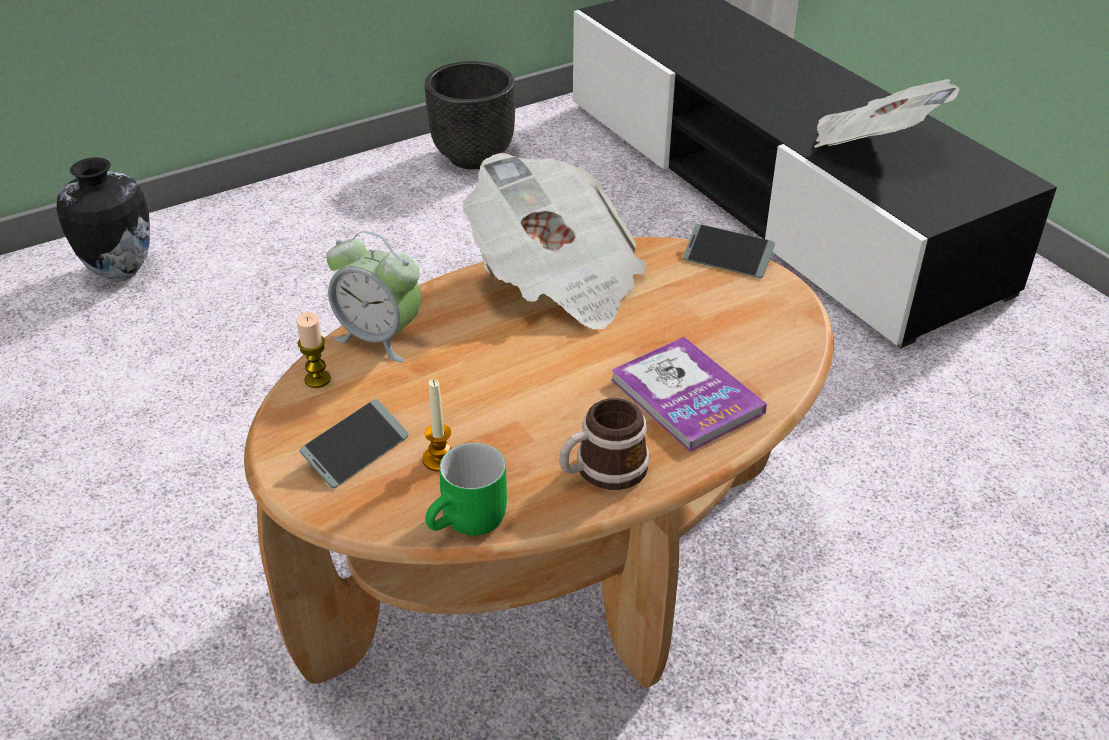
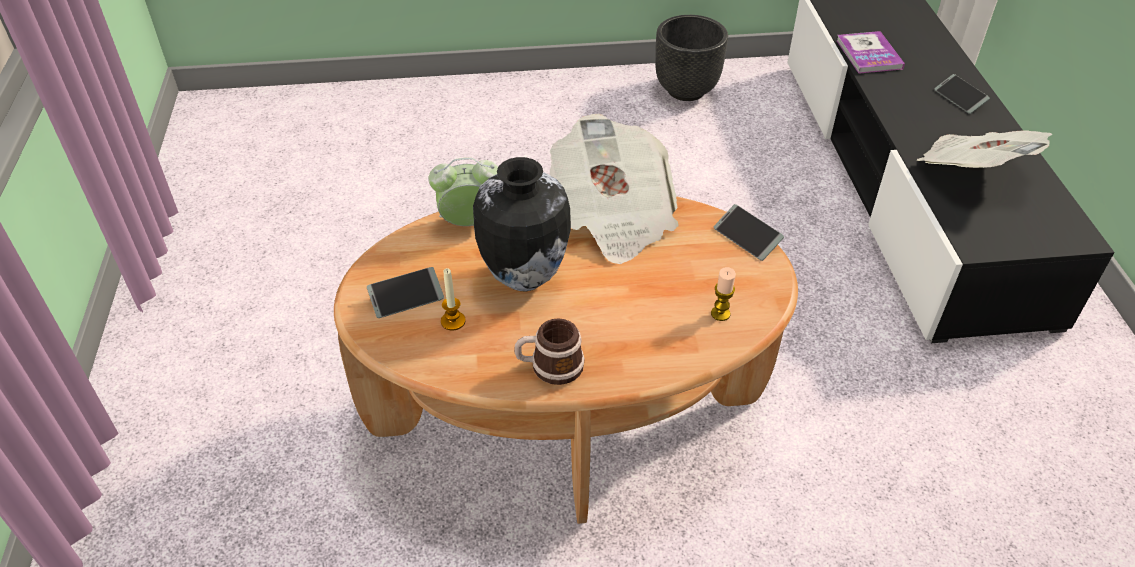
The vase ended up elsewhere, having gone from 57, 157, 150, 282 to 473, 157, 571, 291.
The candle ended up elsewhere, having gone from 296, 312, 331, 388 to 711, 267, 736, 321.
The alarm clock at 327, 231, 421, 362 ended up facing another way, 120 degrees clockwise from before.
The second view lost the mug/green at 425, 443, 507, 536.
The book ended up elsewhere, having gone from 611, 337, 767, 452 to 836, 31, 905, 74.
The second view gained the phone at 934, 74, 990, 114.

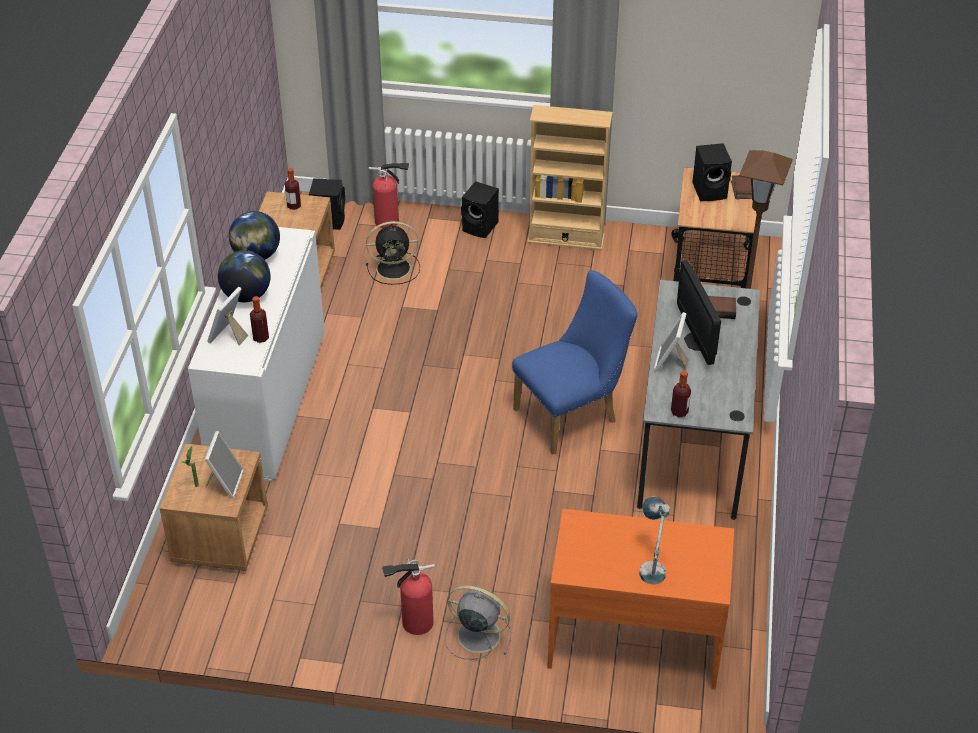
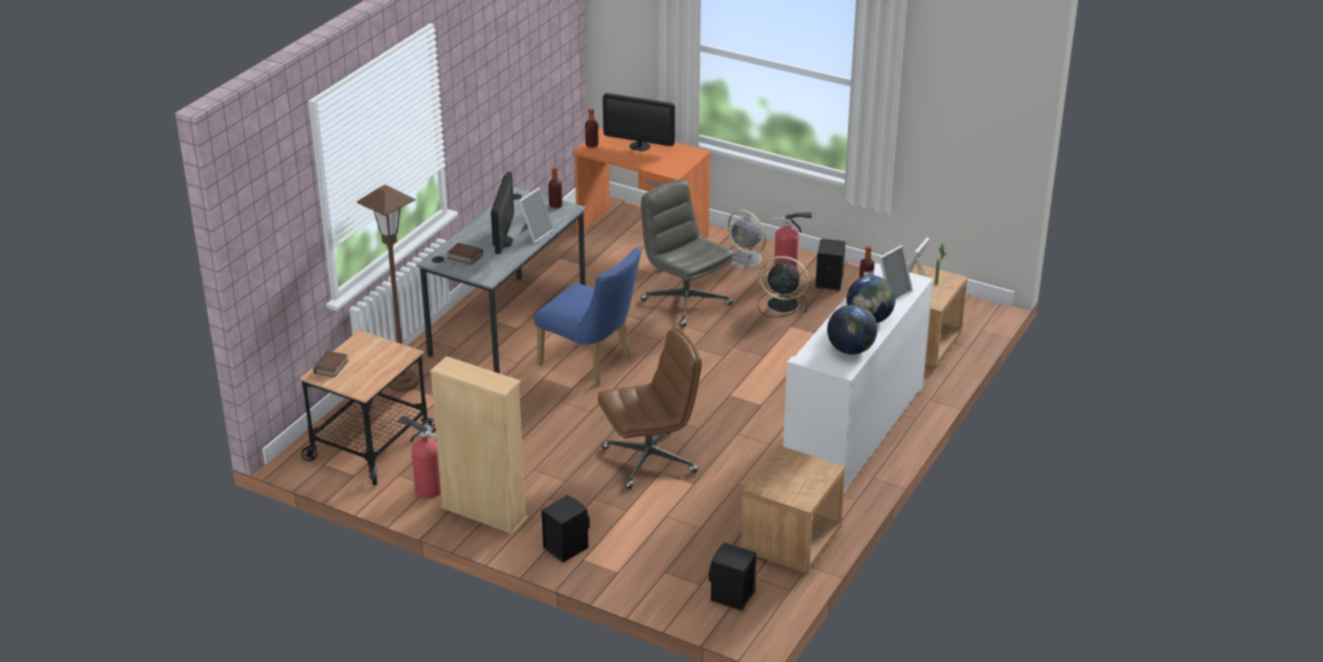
The bottle ended up elsewhere, having gone from 285, 168, 301, 210 to 585, 108, 599, 148.
The fan/black ended up elsewhere, having gone from 366, 221, 420, 285 to 757, 256, 809, 317.
The fire extinguisher ended up elsewhere, having gone from 369, 162, 409, 228 to 397, 416, 441, 499.
The chair/blue at 512, 270, 638, 454 ended up facing another way, 135 degrees counterclockwise from before.
Where the table lamp stood at 639, 496, 670, 585, the monitor came to stand at 603, 93, 675, 151.
The speaker/black ended up elsewhere, having gone from 692, 143, 732, 201 to 815, 239, 845, 291.
The second view gained the office chair/brown at 598, 328, 702, 489.
The second view gained the office chair/grey at 640, 179, 735, 327.

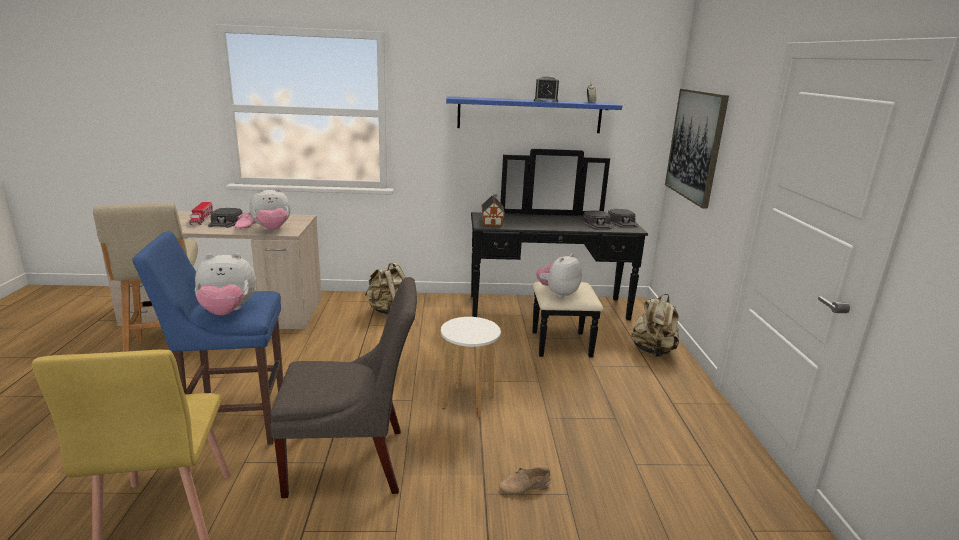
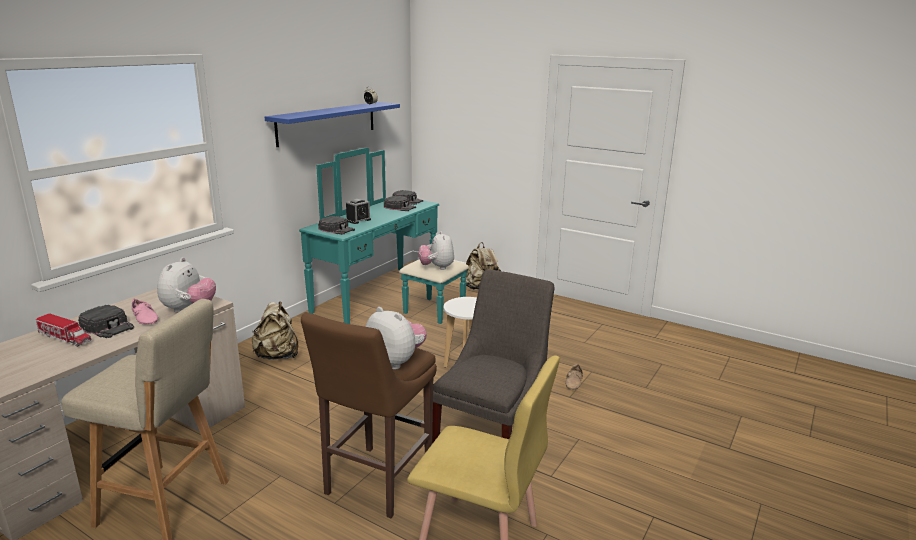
What was the stool/blue at 133, 231, 283, 445 turned into the stool/brown at 301, 313, 437, 518.
The plush toy at 195, 253, 256, 316 ended up facing another way, 75 degrees counterclockwise from before.
What was the dresser/black at 471, 149, 648, 358 turned into the dresser/turquoise at 299, 147, 469, 324.
Where the toy house stood at 482, 194, 505, 226, the cap/black came to stand at 318, 216, 355, 235.
The alarm clock ended up elsewhere, having gone from 534, 76, 559, 102 to 346, 199, 371, 224.
The second view lost the picture at 665, 89, 729, 209.

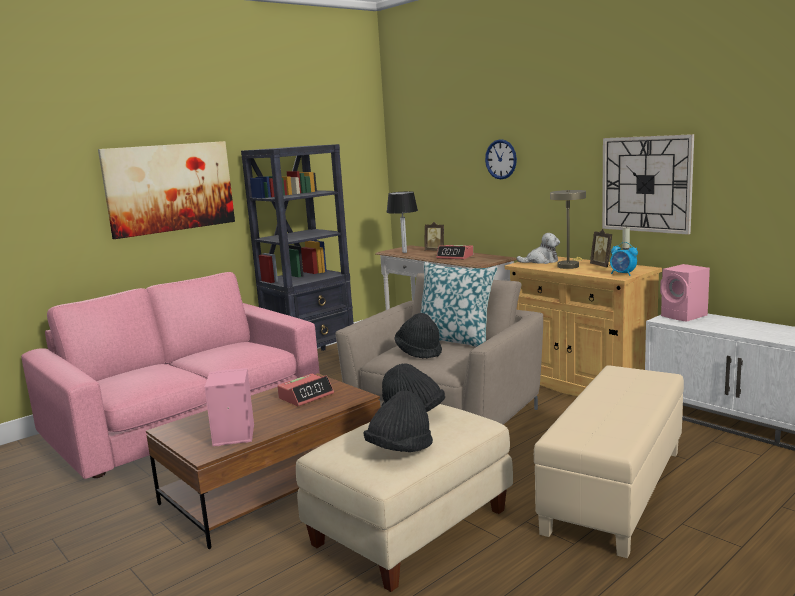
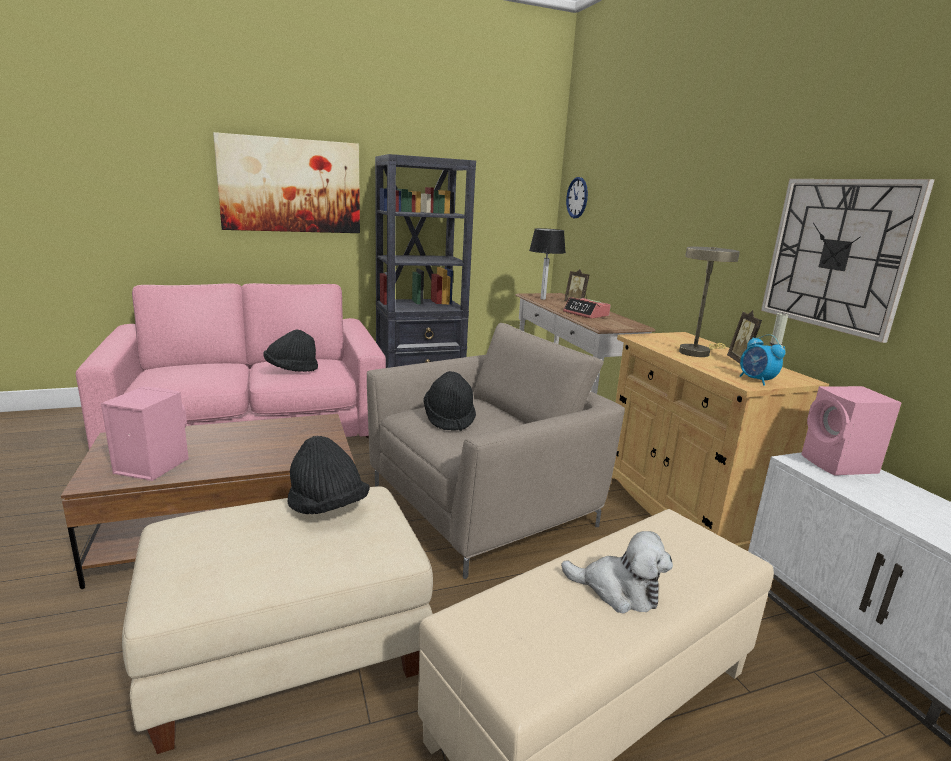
The second view lost the alarm clock at 277, 374, 334, 406.
The hat/black ended up elsewhere, having gone from 363, 390, 433, 452 to 263, 329, 318, 372.
The second view lost the pillow at 420, 262, 498, 347.
The wall clock ended up elsewhere, having gone from 485, 139, 517, 180 to 566, 177, 588, 218.
The plush toy ended up elsewhere, having gone from 516, 233, 560, 264 to 561, 531, 673, 613.

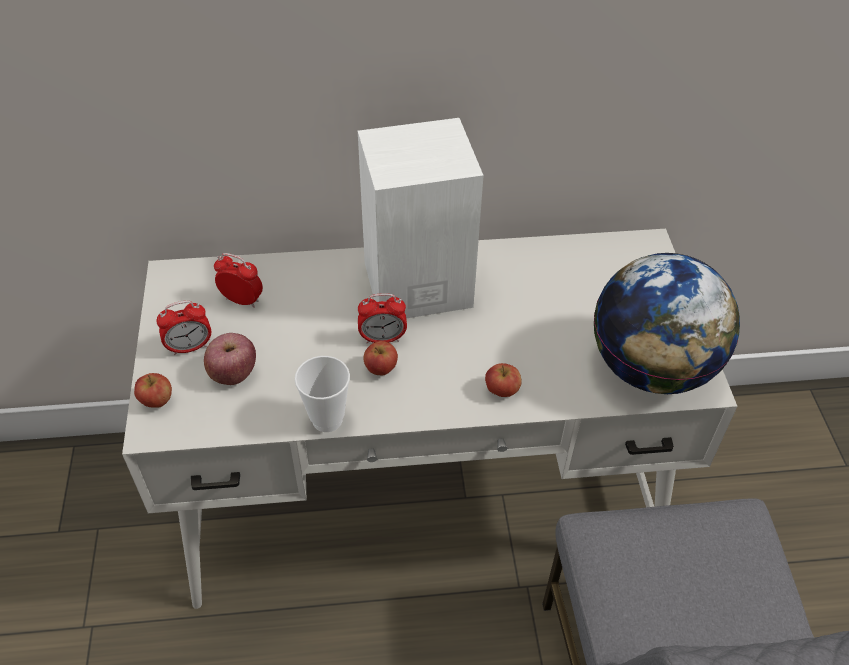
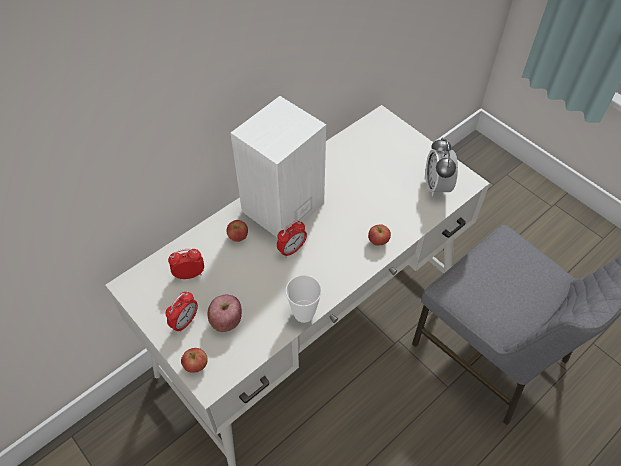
The apple ended up elsewhere, having gone from 363, 341, 398, 375 to 226, 220, 248, 242.
Where the globe stood at 594, 253, 740, 394, the alarm clock came to stand at 425, 137, 458, 196.

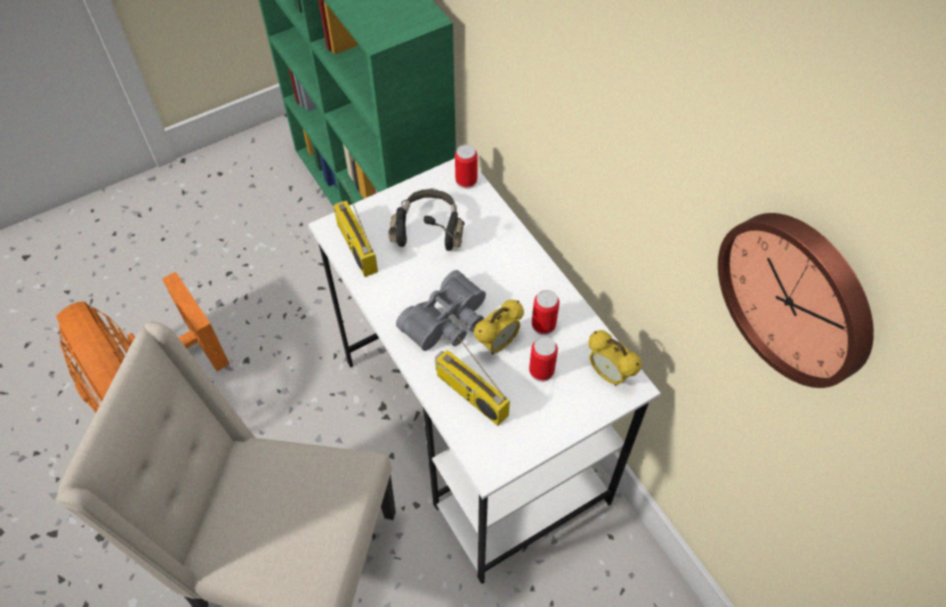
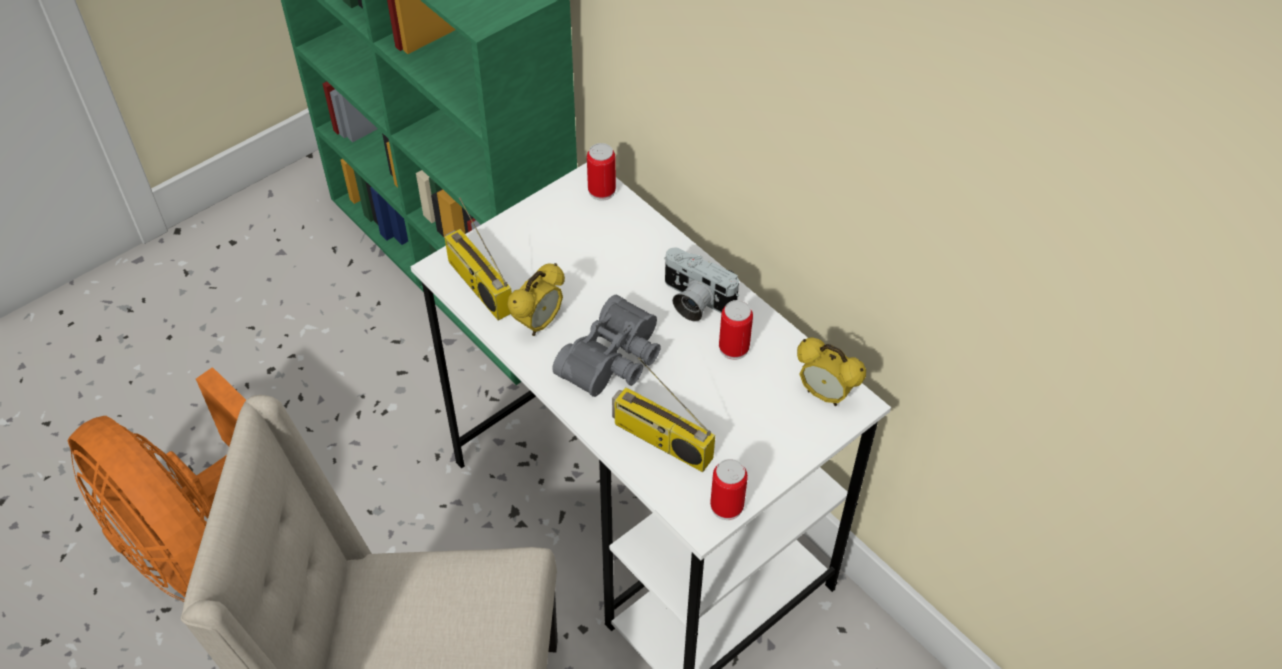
The second view lost the headphones/black at 388, 189, 465, 251.
The alarm clock ended up elsewhere, having gone from 474, 300, 524, 354 to 507, 263, 565, 336.
The can ended up elsewhere, having gone from 529, 336, 558, 382 to 710, 459, 748, 520.
The second view lost the wall clock at 718, 213, 874, 388.
The second view gained the photo camera at 664, 247, 739, 322.

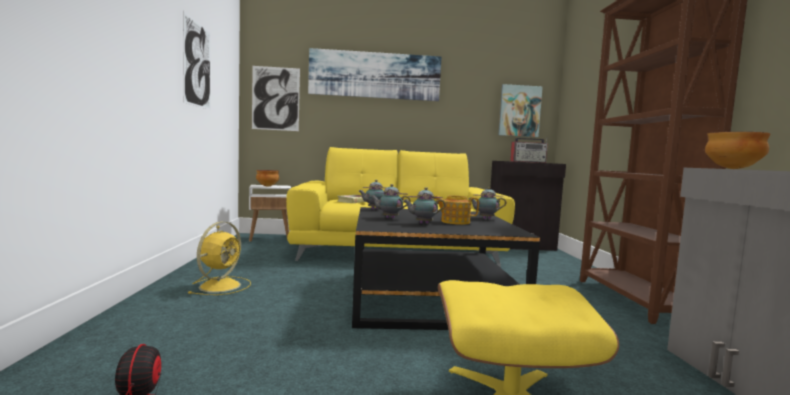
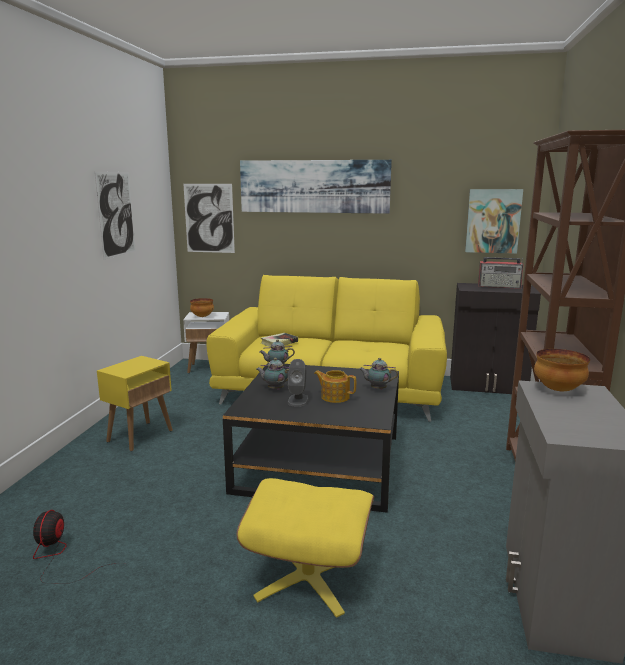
Where the fan/yellow stood at 187, 221, 251, 295, the side table/yellow came to stand at 97, 356, 173, 451.
Where the teapot stood at 403, 187, 446, 224, the speaker/grey came to stand at 288, 359, 309, 407.

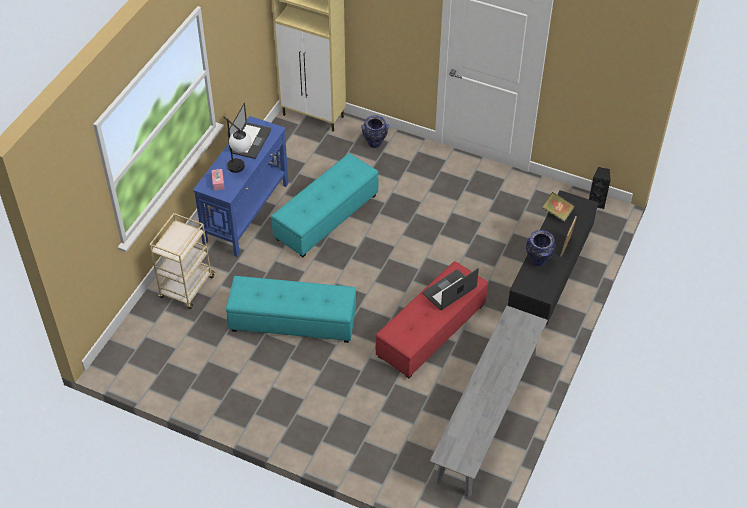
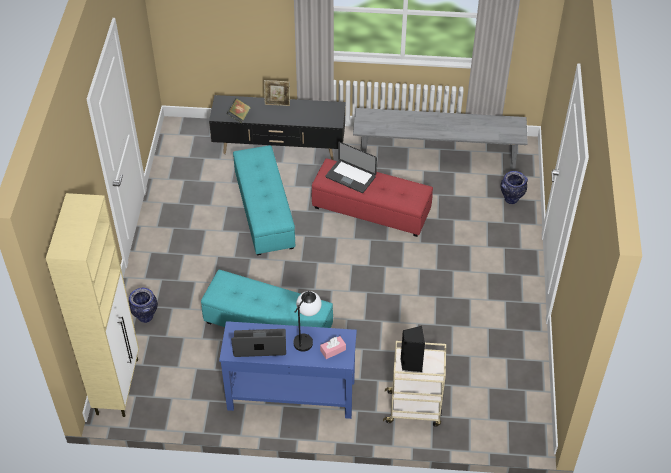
The ottoman/turquoise ended up elsewhere, having gone from 226, 276, 356, 343 to 233, 145, 295, 255.
The vase ended up elsewhere, having gone from 526, 230, 556, 266 to 501, 171, 528, 204.
The speaker/black ended up elsewhere, having gone from 589, 167, 611, 209 to 400, 326, 425, 372.

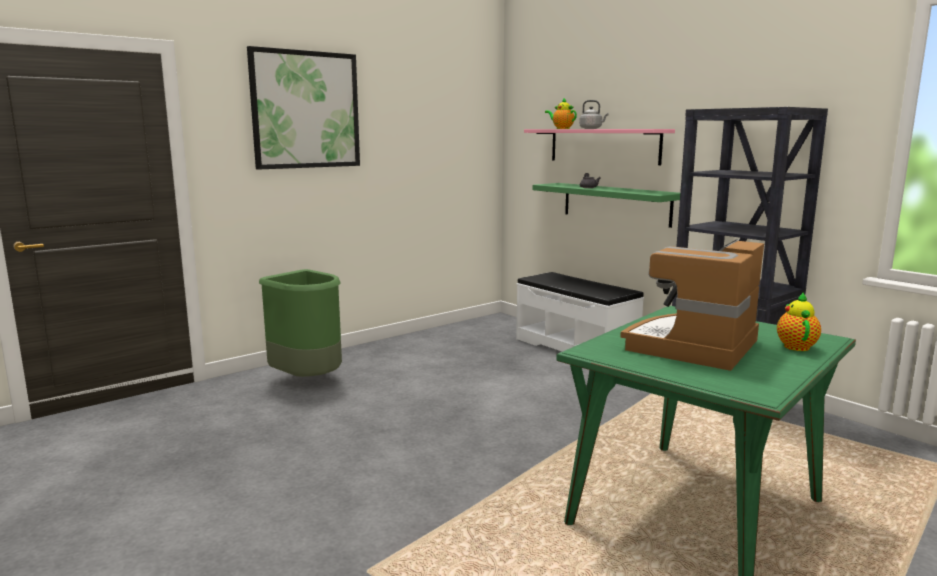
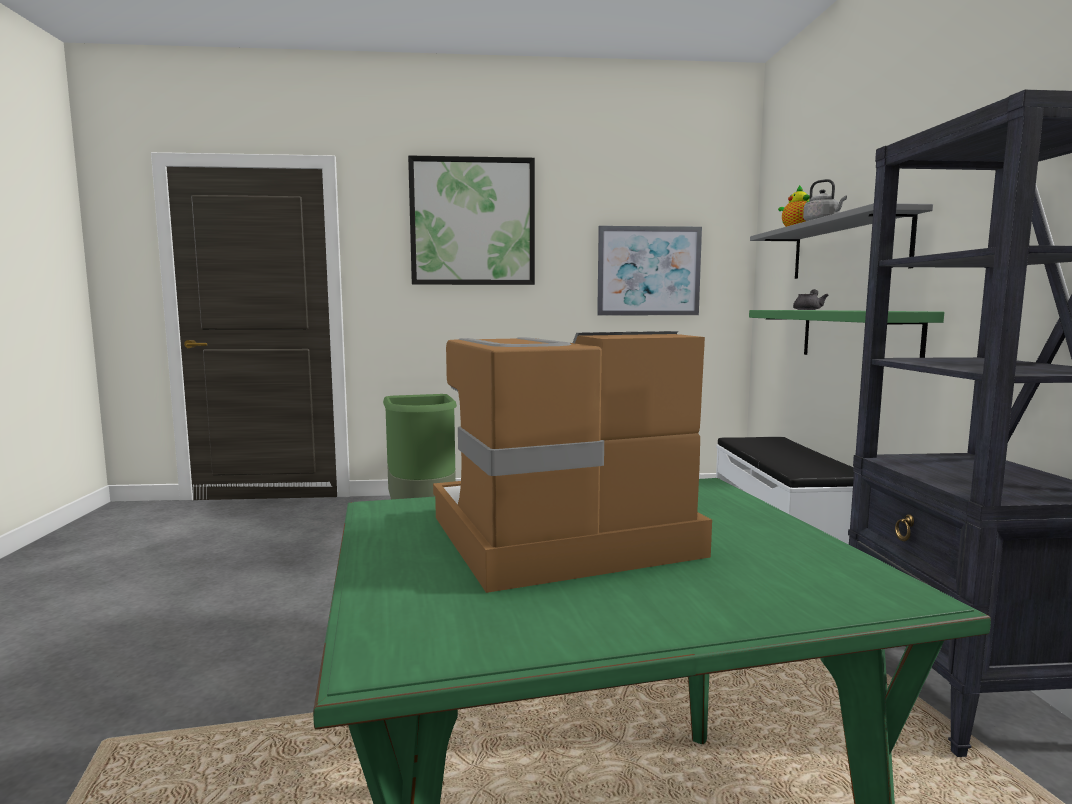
What was the shelf/pink at 524, 129, 675, 165 turned into the shelf/grey at 750, 203, 933, 279.
The second view lost the teapot at 777, 293, 821, 351.
The second view gained the picture at 597, 226, 702, 315.

